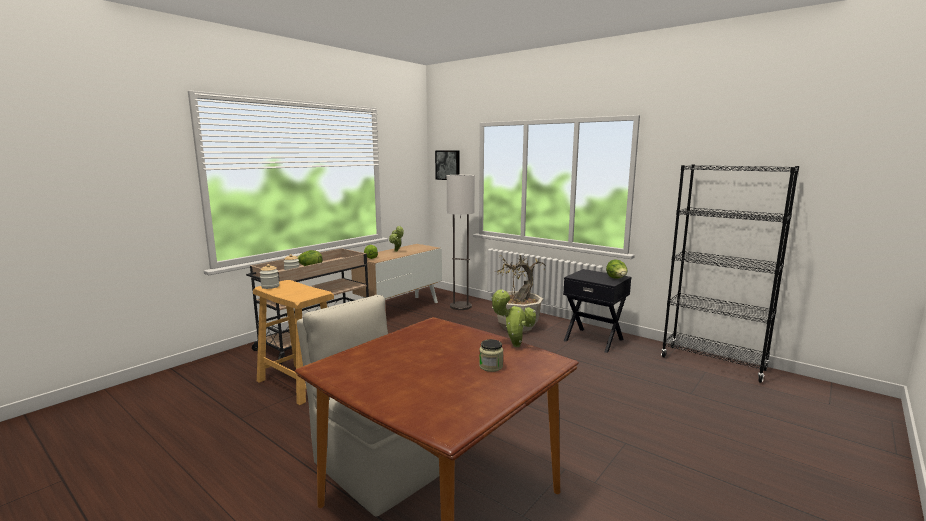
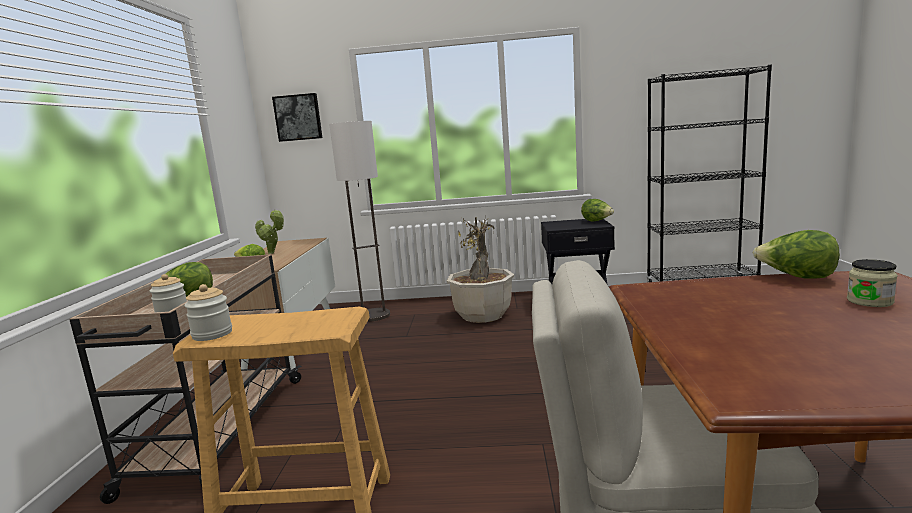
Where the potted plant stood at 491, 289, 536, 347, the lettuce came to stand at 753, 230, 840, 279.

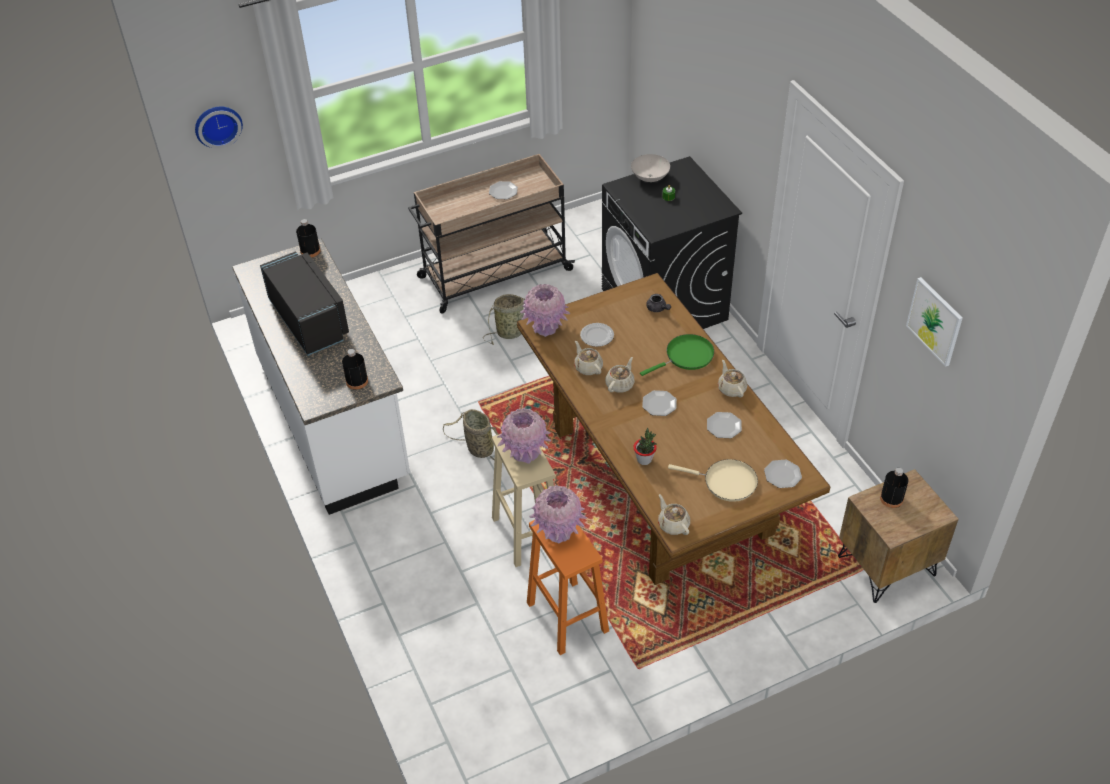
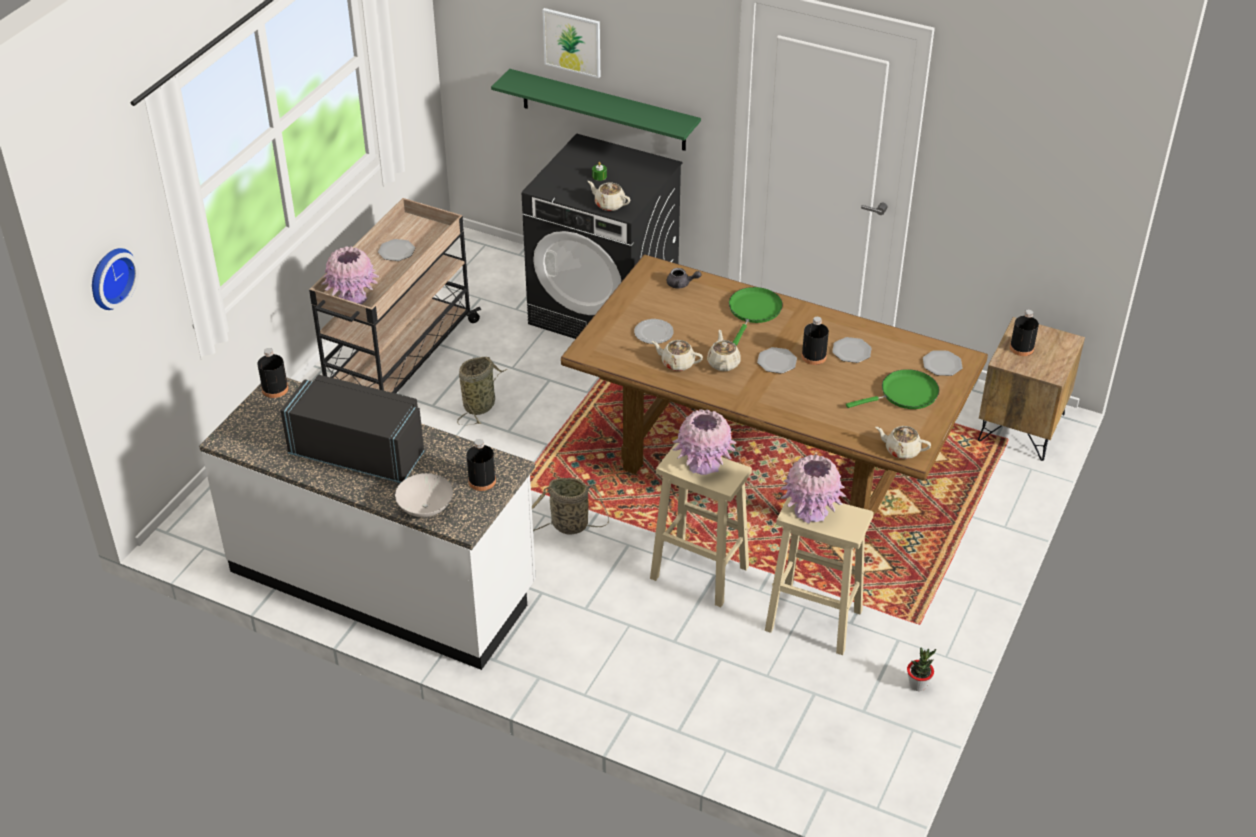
The vase/pink ended up elsewhere, having gone from 520, 284, 570, 337 to 321, 246, 379, 305.
What was the stool/orange at 527, 520, 609, 655 turned into the stool/beige at 765, 497, 874, 655.
The bowl/white ended up elsewhere, having gone from 631, 154, 670, 182 to 395, 473, 453, 517.
The potted plant ended up elsewhere, having gone from 633, 428, 657, 465 to 907, 648, 936, 691.
What was the frying pan/beige at 668, 459, 758, 502 turned into the frying pan/green at 846, 369, 939, 409.
The teapot/beige ended up elsewhere, having gone from 718, 360, 747, 397 to 588, 181, 630, 211.
The picture ended up elsewhere, having gone from 906, 277, 963, 367 to 543, 8, 600, 78.
The second view gained the shelf/green at 491, 69, 701, 151.
The second view gained the bottle/black at 801, 317, 829, 365.

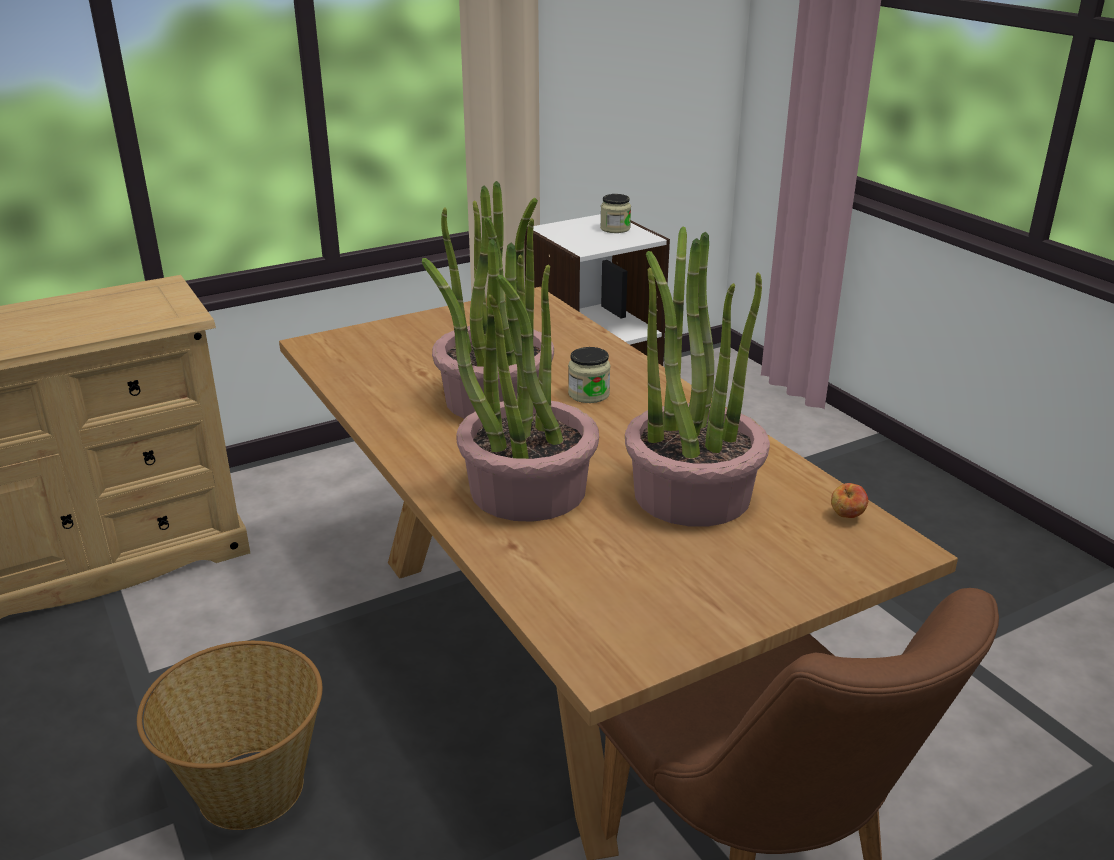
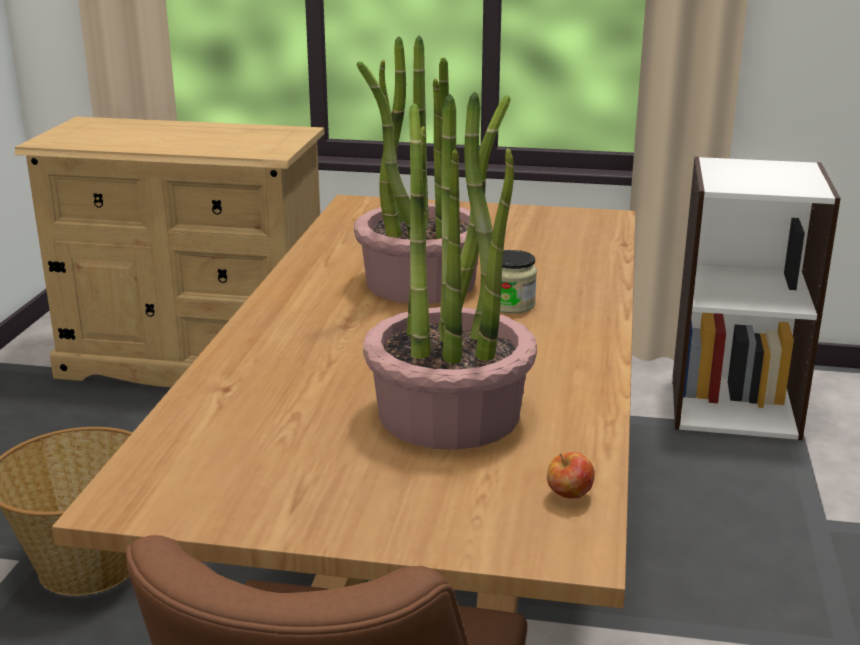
The second view lost the potted plant at 422, 239, 599, 522.
The second view lost the jar at 600, 194, 631, 233.

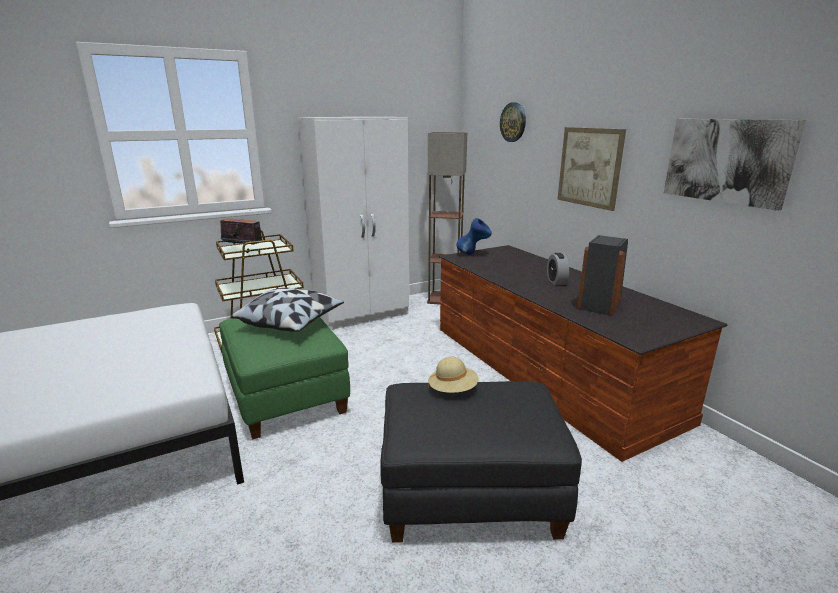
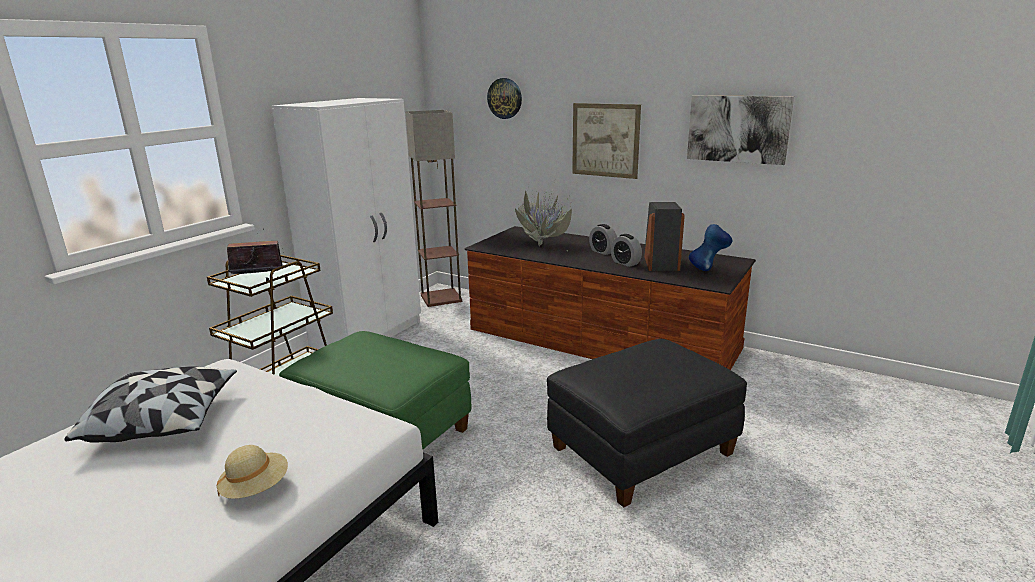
The pillow ended up elsewhere, having gone from 231, 288, 344, 332 to 65, 366, 237, 443.
The hat/beige ended up elsewhere, having gone from 428, 357, 479, 393 to 216, 445, 288, 499.
The vase/blue ended up elsewhere, having gone from 457, 218, 492, 255 to 689, 224, 733, 271.
The second view gained the potted plant at 515, 181, 575, 251.
The second view gained the alarm clock at 611, 234, 642, 267.

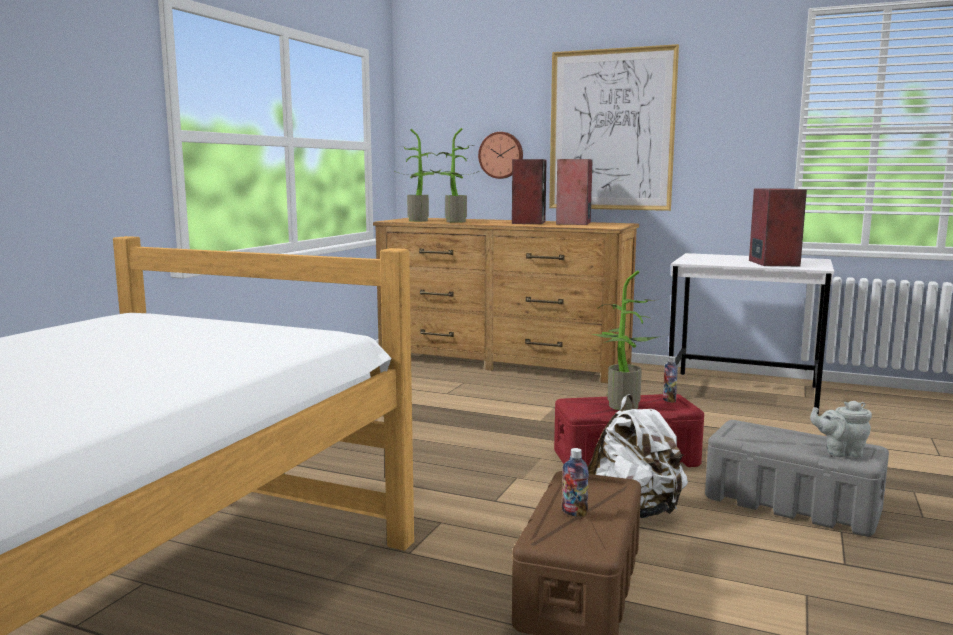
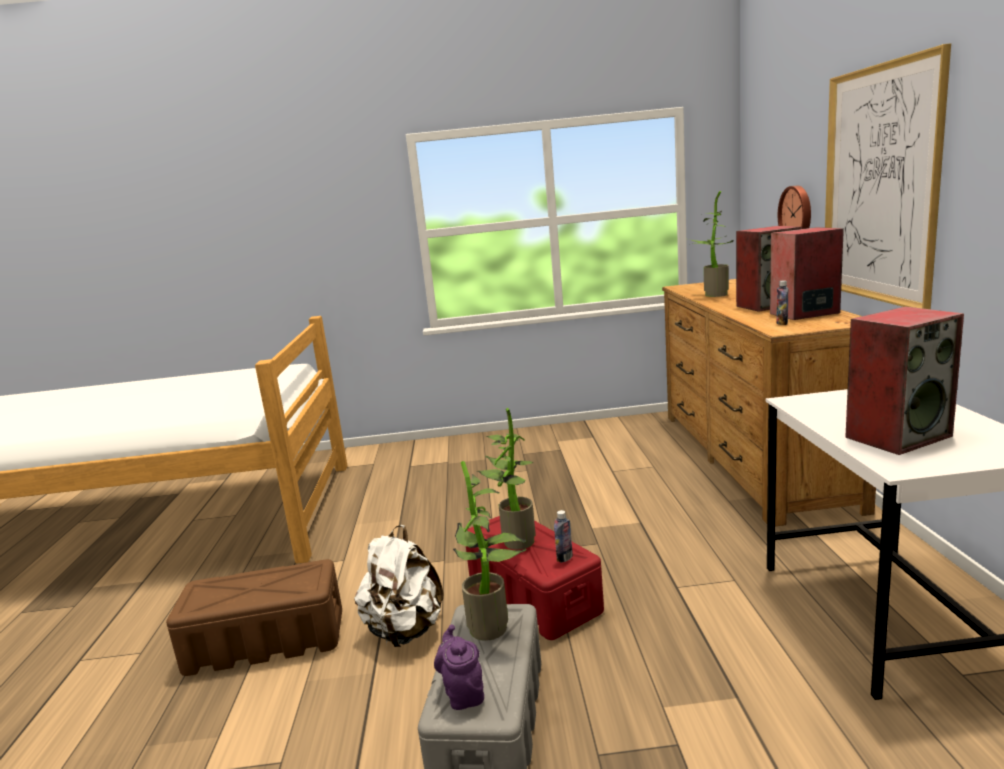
The potted plant ended up elsewhere, having gone from 395, 129, 441, 222 to 453, 461, 527, 641.
The bottle ended up elsewhere, having gone from 562, 448, 589, 517 to 776, 280, 788, 325.
What was the teapot/grey at 810, 401, 872, 458 turned into the teapot/purple at 434, 625, 484, 710.

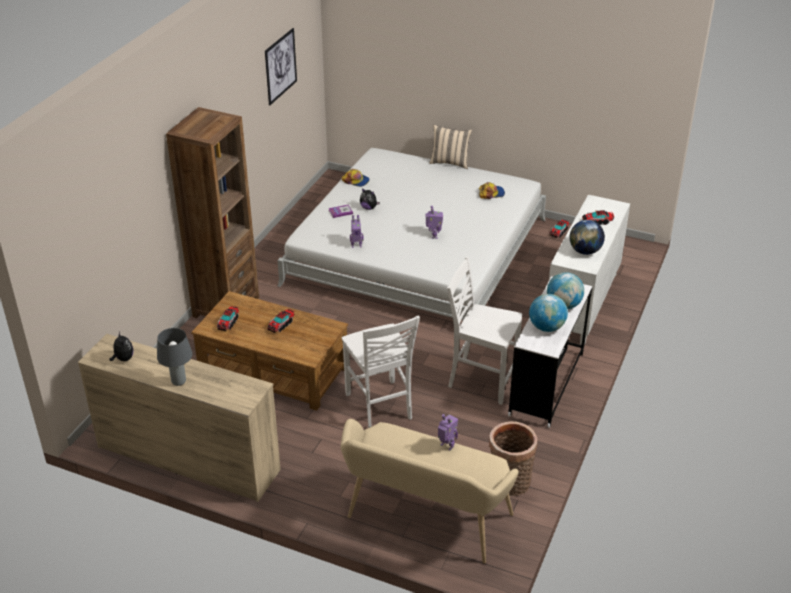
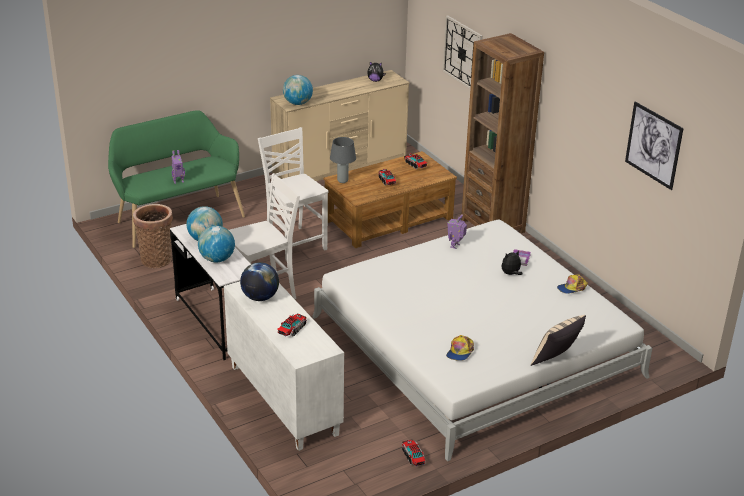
The table lamp/grey ended up elsewhere, having gone from 157, 328, 193, 386 to 330, 137, 356, 183.
What was the bench/beige at 341, 419, 519, 563 turned into the bench/green at 108, 110, 245, 248.
The chair/white at 342, 316, 420, 428 ended up facing another way, 45 degrees clockwise from before.
The second view lost the toy robot at 426, 206, 443, 239.
The second view gained the globe at 283, 75, 313, 105.
The second view gained the wall clock at 442, 15, 483, 89.

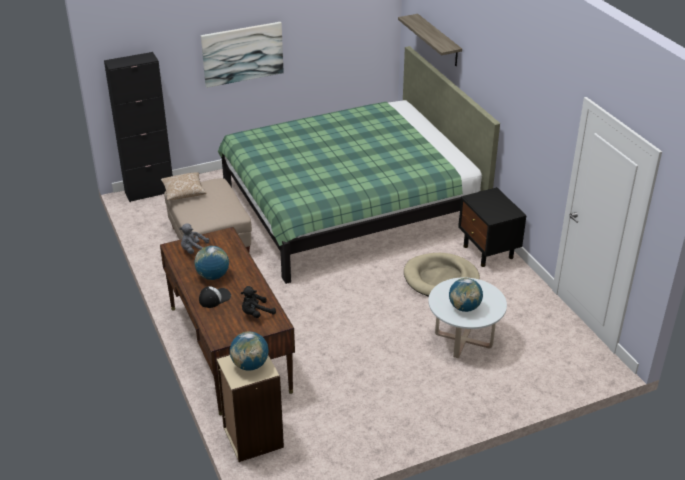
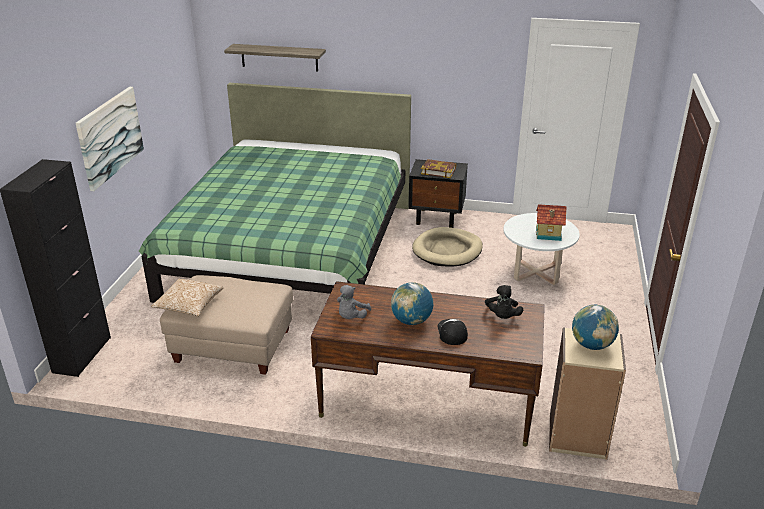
Where the globe stood at 449, 278, 483, 312, the toy house came to stand at 536, 204, 567, 241.
The second view gained the book at 421, 159, 456, 178.

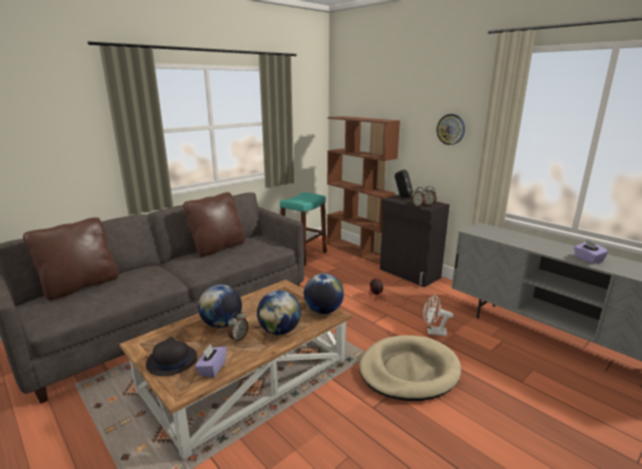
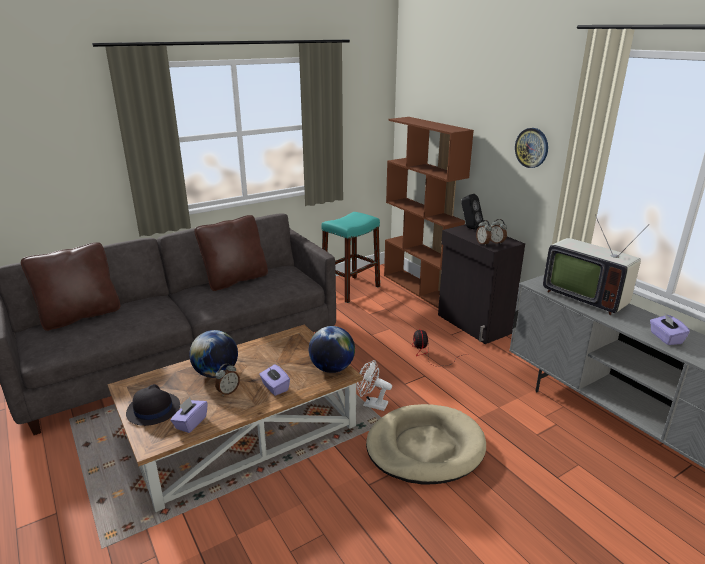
Where the globe stood at 257, 290, 301, 335, the tissue box/purple came to stand at 259, 364, 290, 396.
The fan/white ended up elsewhere, having gone from 423, 295, 453, 336 to 357, 360, 392, 411.
The second view gained the television at 543, 214, 649, 315.

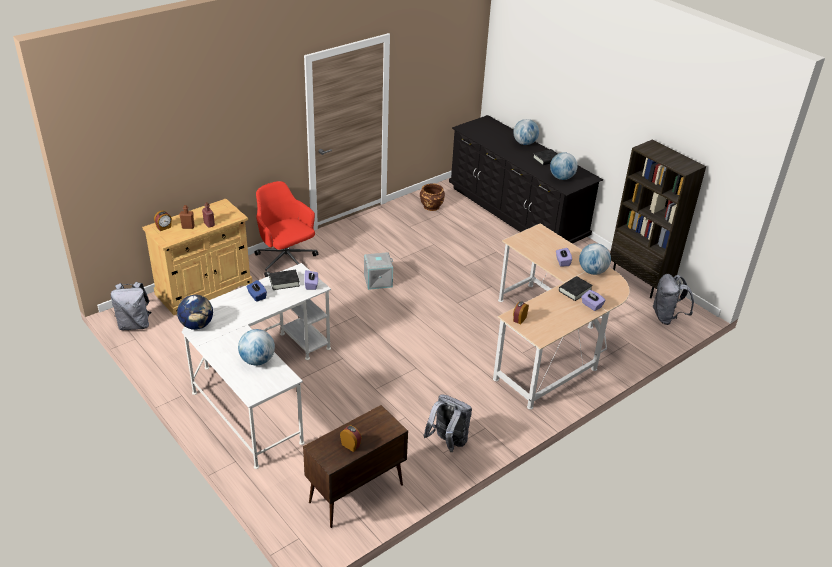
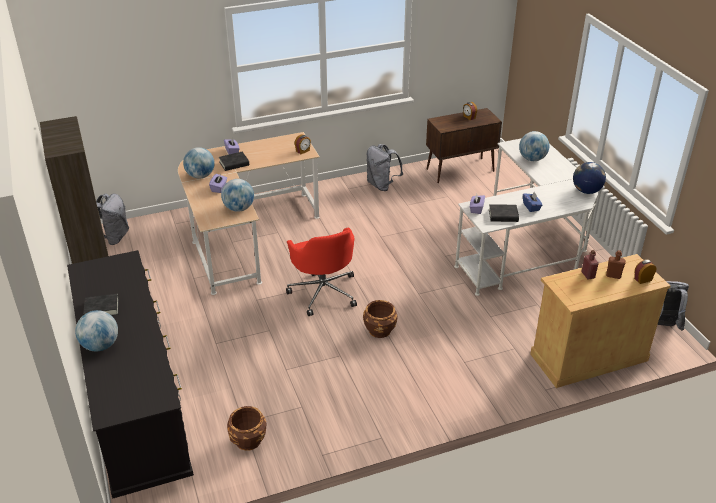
The office chair/red ended up elsewhere, having gone from 254, 181, 318, 277 to 286, 227, 357, 316.
Where the storage box/grey stood at 364, 252, 393, 290, the planter/brown came to stand at 363, 300, 398, 338.
The globe ended up elsewhere, having gone from 550, 152, 578, 180 to 221, 179, 254, 212.

